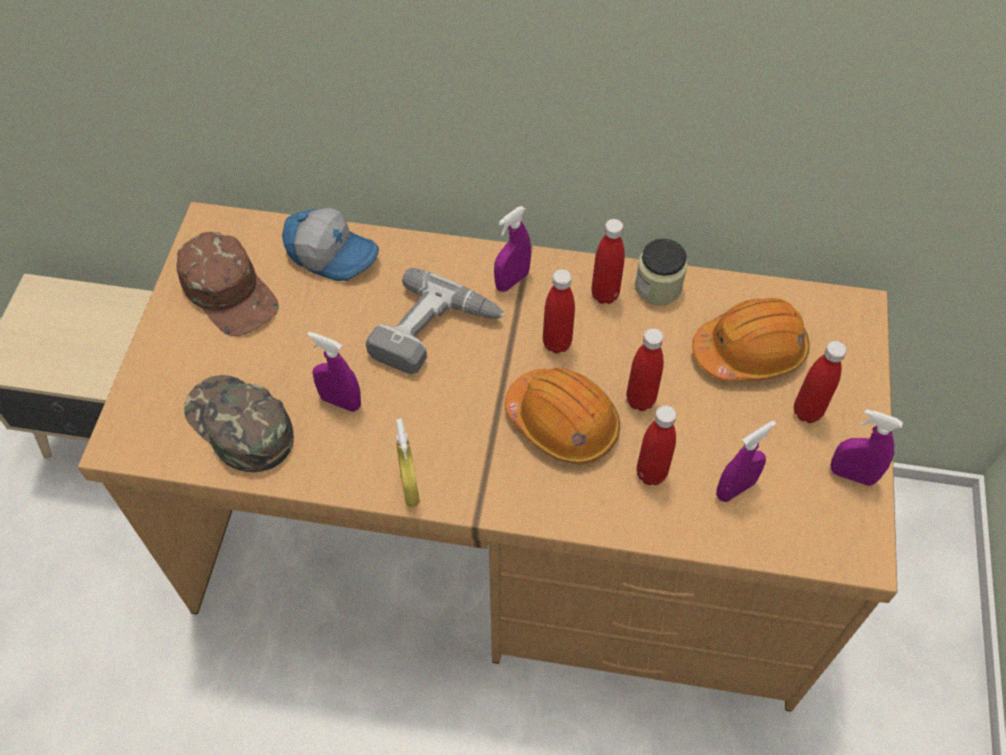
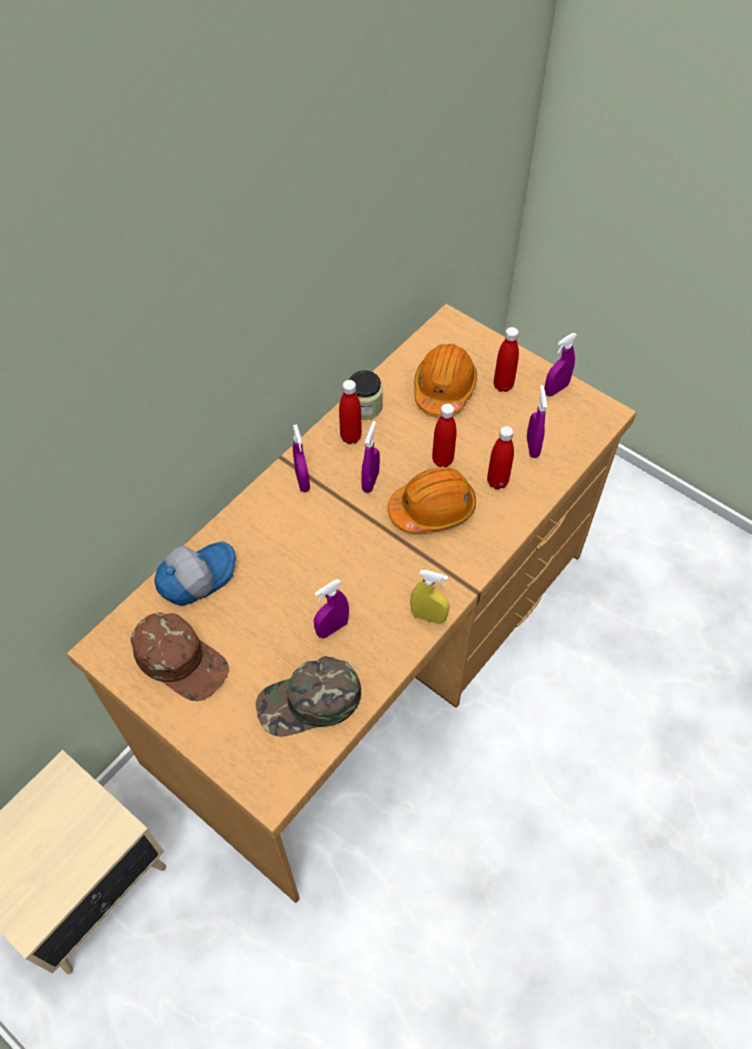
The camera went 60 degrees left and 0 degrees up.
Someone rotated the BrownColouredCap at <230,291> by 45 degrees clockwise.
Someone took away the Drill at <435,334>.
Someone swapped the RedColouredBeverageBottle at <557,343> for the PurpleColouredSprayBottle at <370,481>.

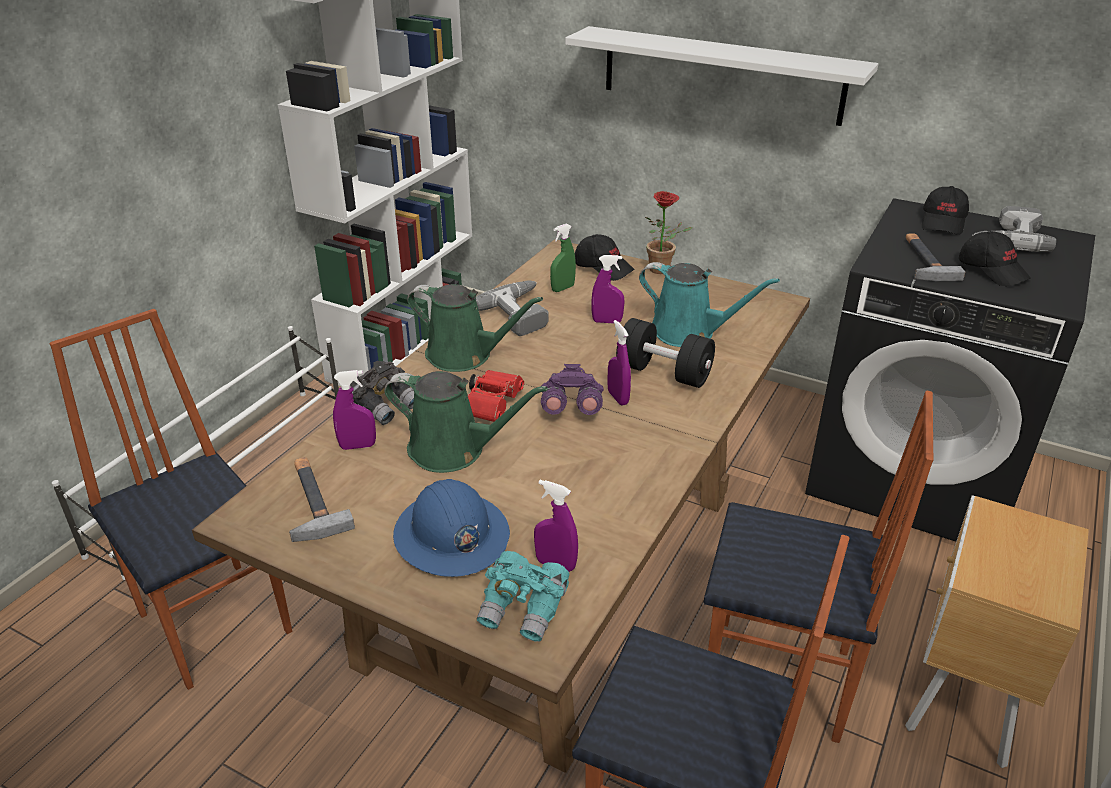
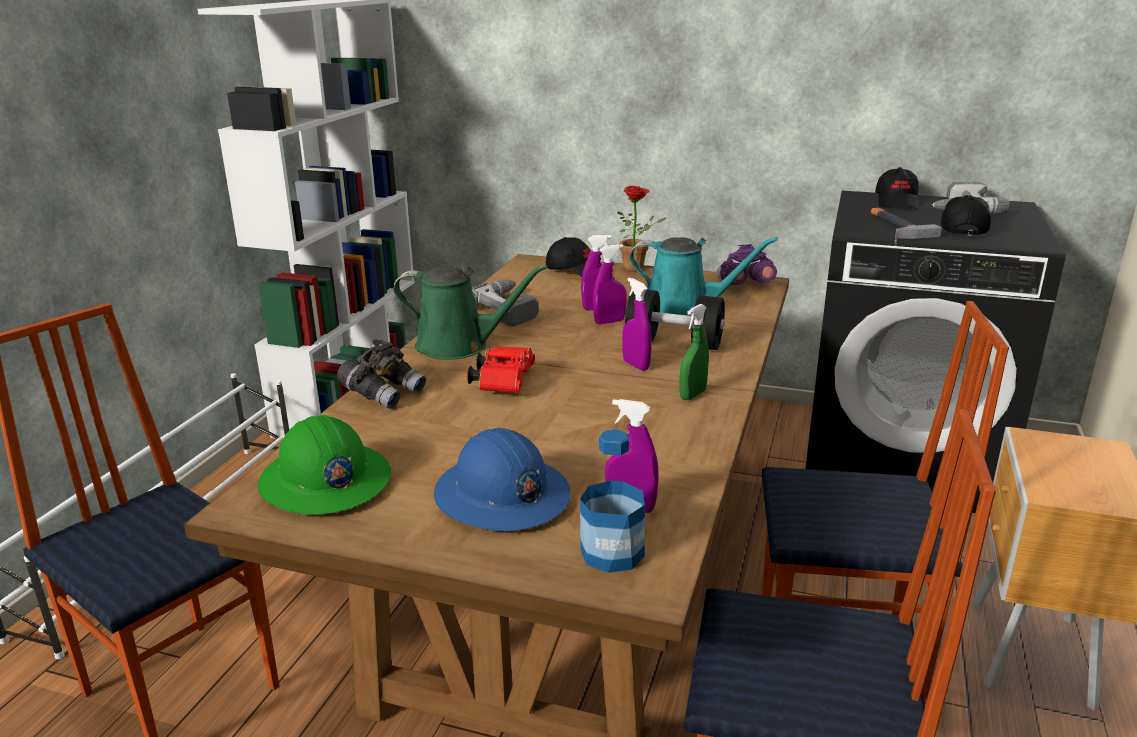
The camera went 10 degrees left and 10 degrees down.
Someone swapped the Hammer at <311,500> for the GreenColouredWorkHelmet at <325,482>.
Someone carried the PurpleColouredSprayBottle from <358,446> to <609,322>.
Someone took away the GreenColouredSprinklingCan at <453,450>.
Someone swapped the TurquoiseColouredBinoculars at <524,610> for the BeverageBottle at <612,552>.
Someone carried the PurpleColouredBinoculars from <570,409> to <743,285>.
Someone carried the GreenColouredSprayBottle from <562,288> to <692,395>.
Someone took away the WhitishBracketShelf at <721,75>.
Someone rotated the BlackishCap at <992,270> by 120 degrees counterclockwise.

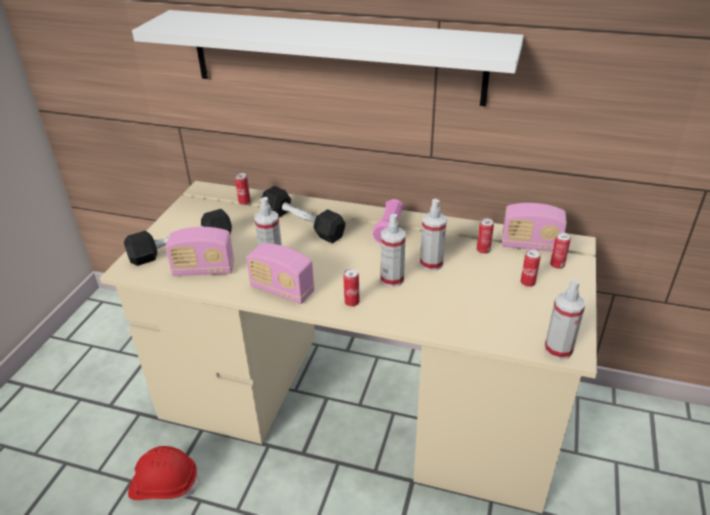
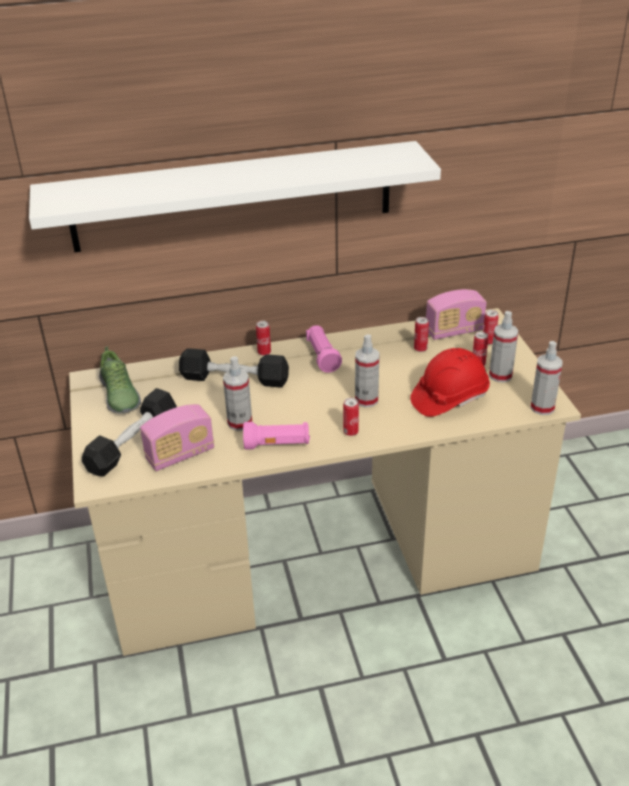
The camera went 30 degrees left and 0 degrees up.
Someone carried the RedColouredWorkHelmet from <164,484> to <449,398>.
Someone carried the SealedCan from <244,202> to <264,352>.
Someone swapped the Radio at <282,290> for the PinkishTorch at <277,445>.
Someone carried the SprayBottle from <431,263> to <500,375>.
Someone put down the ItemOfFootwear at <119,396>.

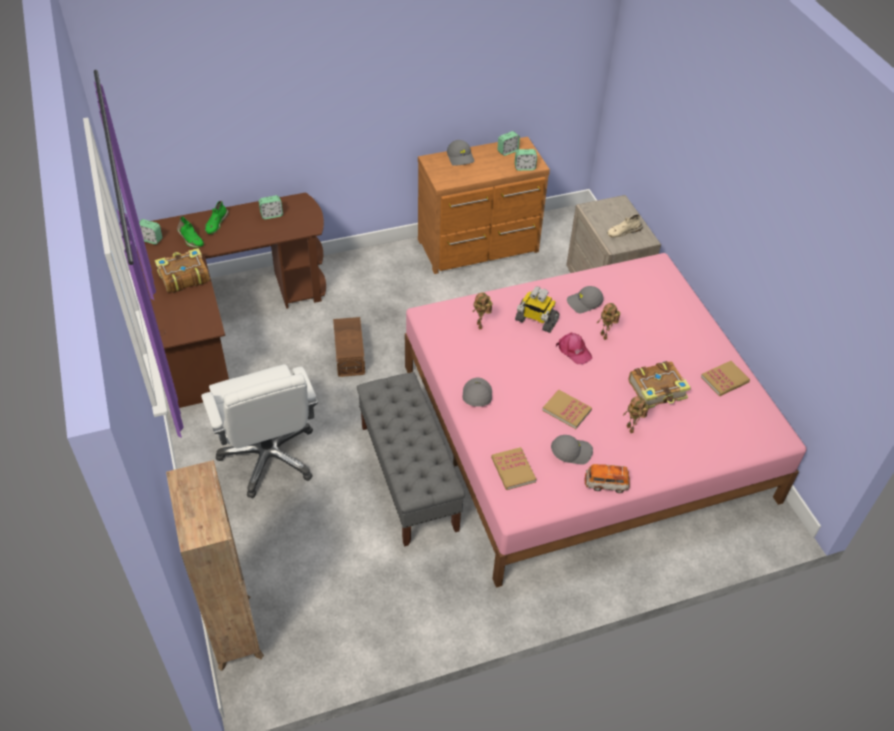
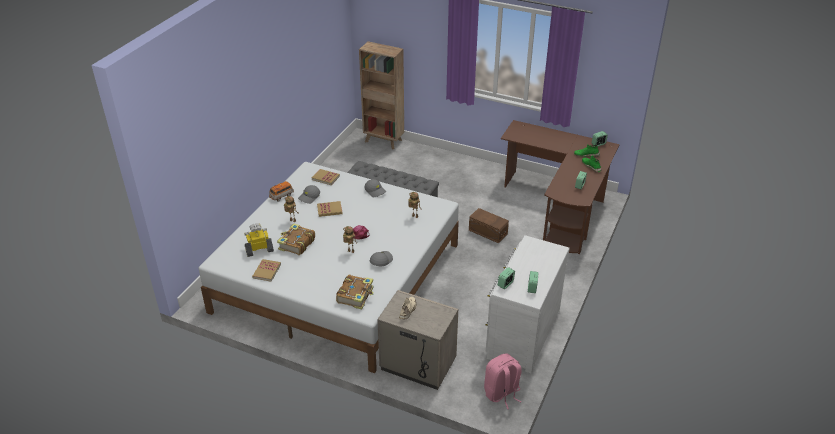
The camera went 135 degrees right and 10 degrees down.
Someone carried the Book from <183,277> to <356,295>.
Someone took away the WhitishComputerChair at <269,457>.
Someone repainted the PinkishBed at <584,432>, which became the WhitishBed at <337,277>.
Someone repainted the BrownColouredDresser at <480,247>, which became the WhitishDresser at <521,333>.
Someone took away the GreyishCap at <460,157>.
Someone carried the ToyRobot from <536,321> to <259,250>.
Someone put down the PinkishBackpack at <502,393>.

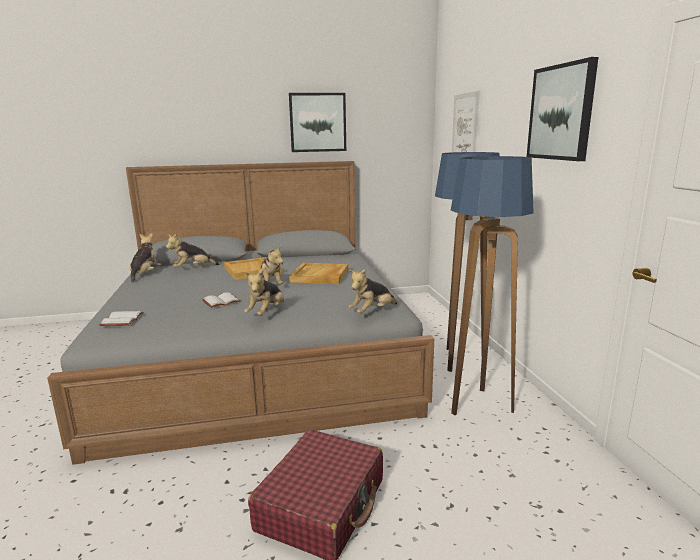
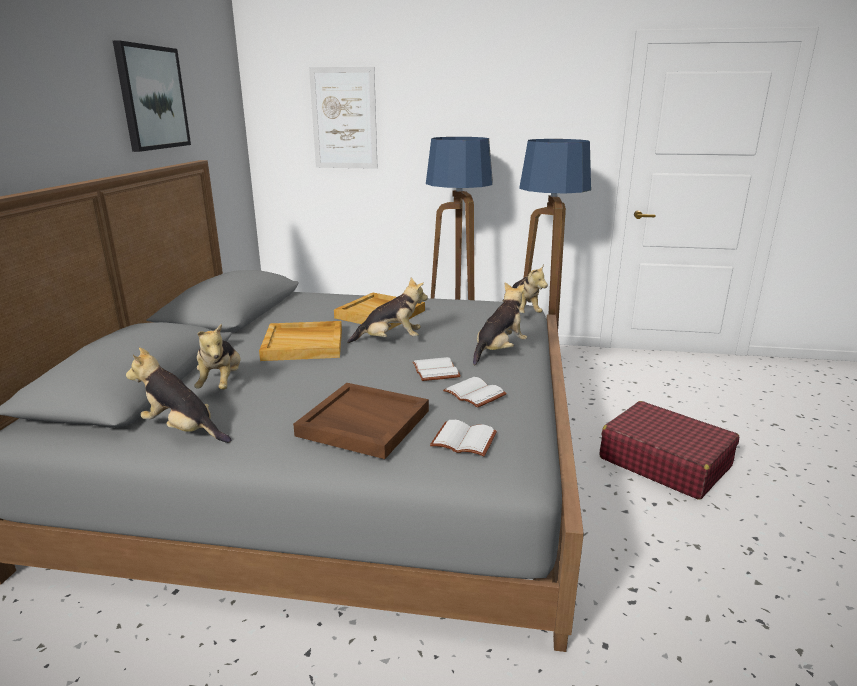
The camera went 70 degrees left and 5 degrees up.
Someone rotated the CuddlyToy at <267,313> by 90 degrees counterclockwise.
Someone took away the Picture at <561,112>.
Someone put down the BrownColouredTray at <362,423>.
Someone put down the WhitishBook at <476,393>.

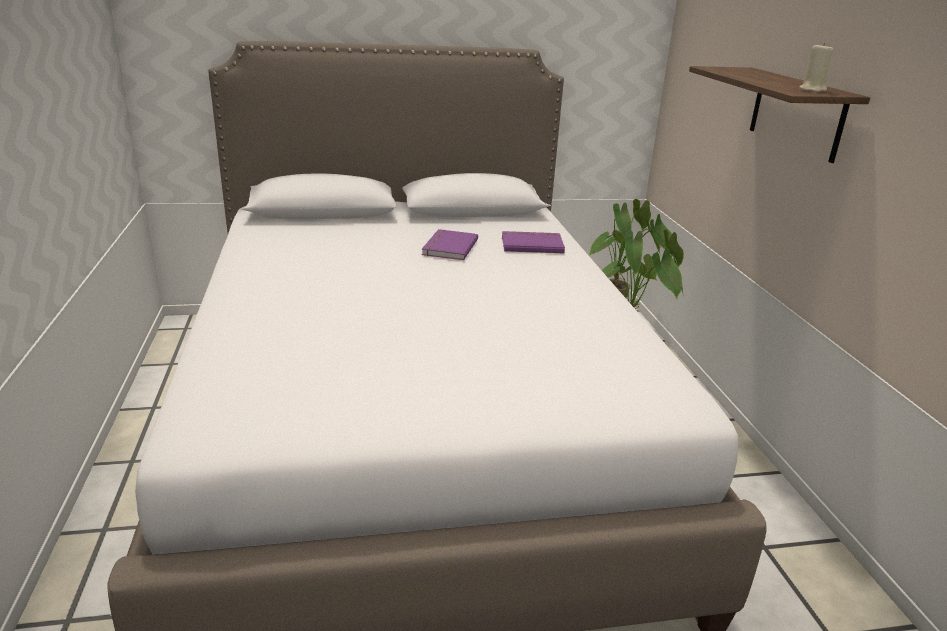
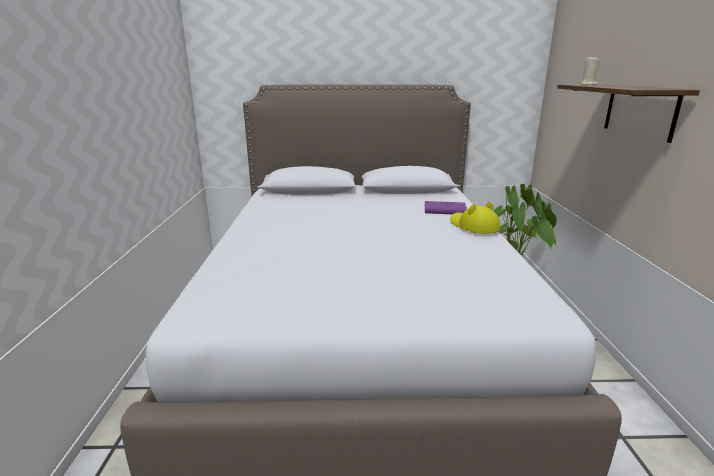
The camera went 10 degrees right and 5 degrees down.
Someone took away the PurpleColouredBook at <448,247>.
Someone carried the BeigeColouredCandle from <812,90> to <588,84>.
Someone put down the YellowWearableHat at <473,226>.

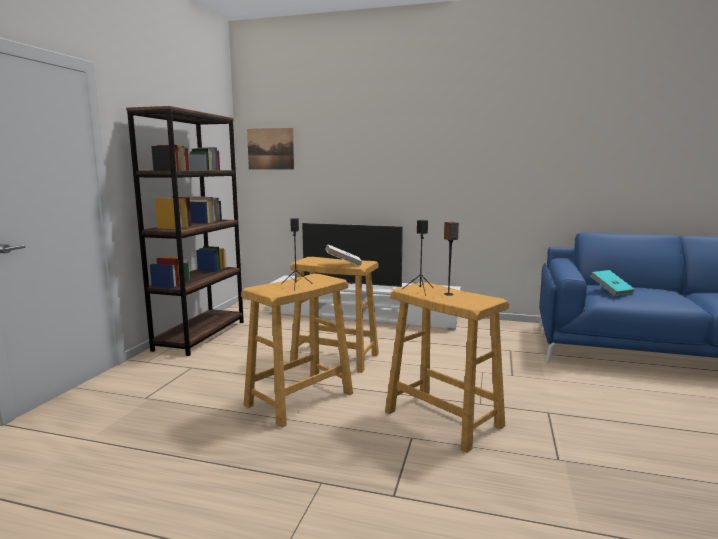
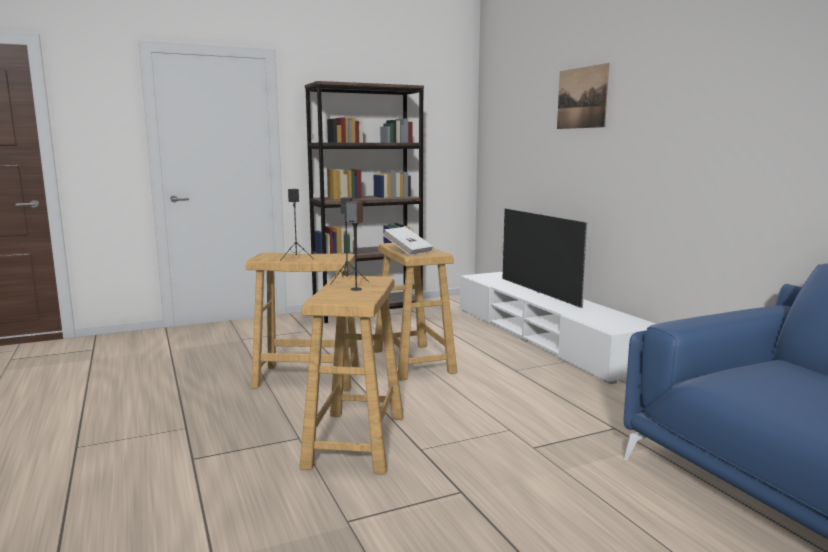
The camera went 50 degrees right and 0 degrees up.
Someone carried the Picture from <270,149> to <582,98>.
Someone took away the TurquoiseColouredBook at <611,291>.

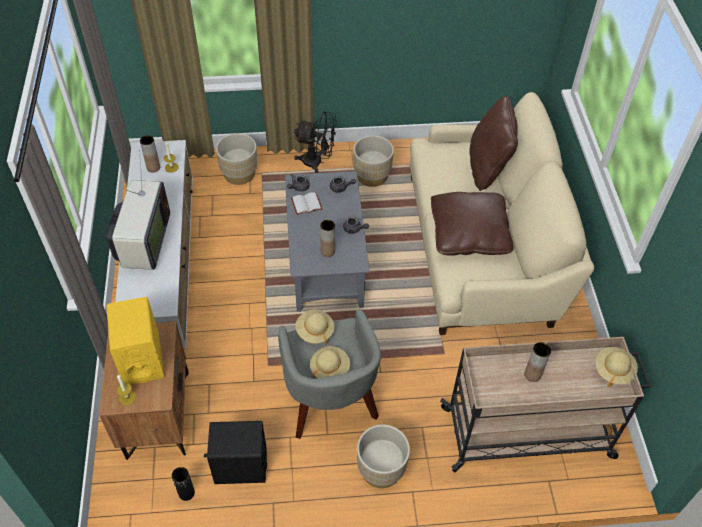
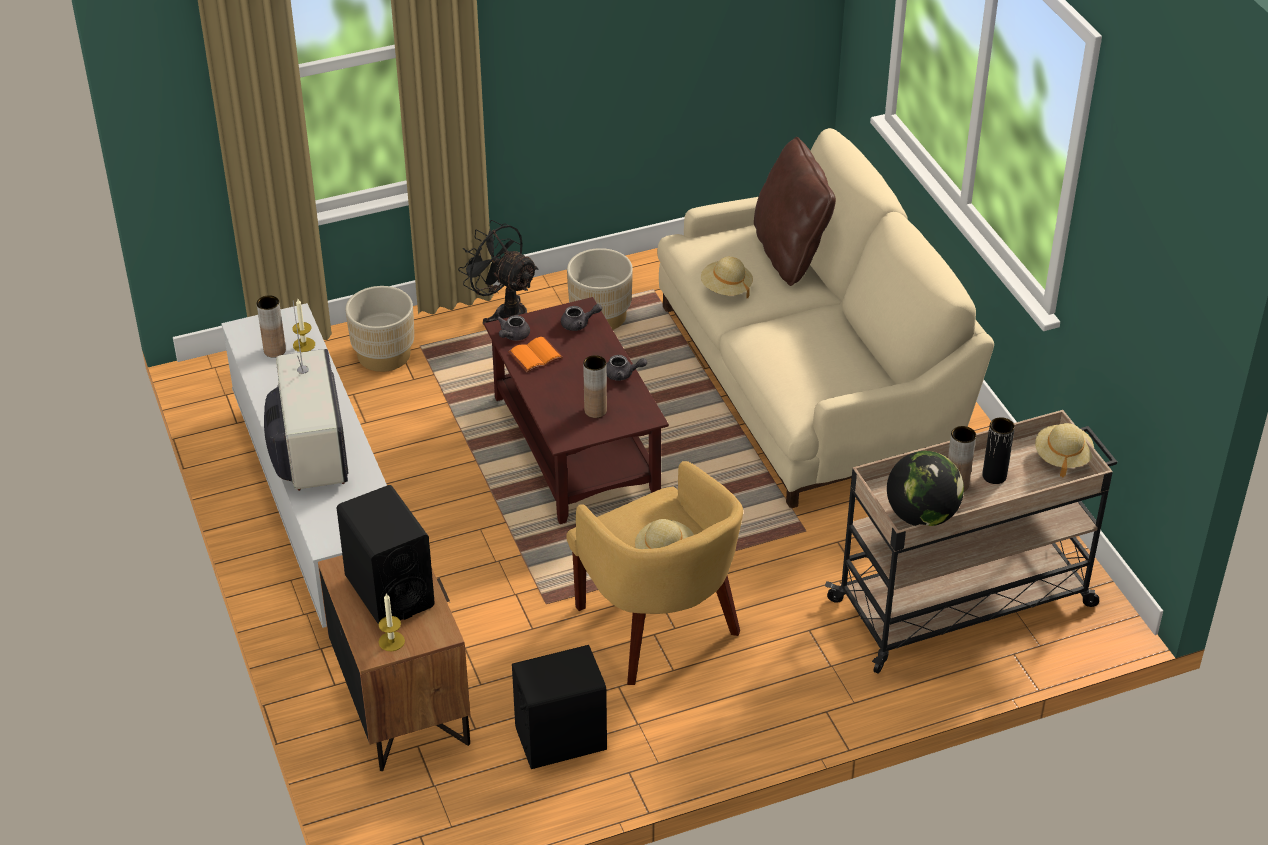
The camera went 15 degrees left and 10 degrees down.
Someone repainted the YellowAudioSpeaker at <141,359>, which became the BlackishAudioSpeaker at <389,591>.
Someone carried the BlackishFlowerVase from <186,493> to <994,476>.
Someone repainted the GreyishArmchair at <329,400>, which became the YellowArmchair at <658,627>.
Someone repainted the GreyishCoffeeTable at <326,261>, which became the BrownColouredCoffeeTable at <577,448>.
Someone repainted the WhitishBook at <306,203>, which became the OrangeColouredBook at <535,355>.
Someone rotated the BlackishFan at <317,162> by 135 degrees counterclockwise.
Someone carried the BeigeColouredWearableHat from <315,331> to <726,288>.
Someone took away the BeigeColouredPlantPot at <381,469>.
Someone took away the BrownColouredPillow at <469,233>.
Someone put down the WorldGlobe at <921,516>.

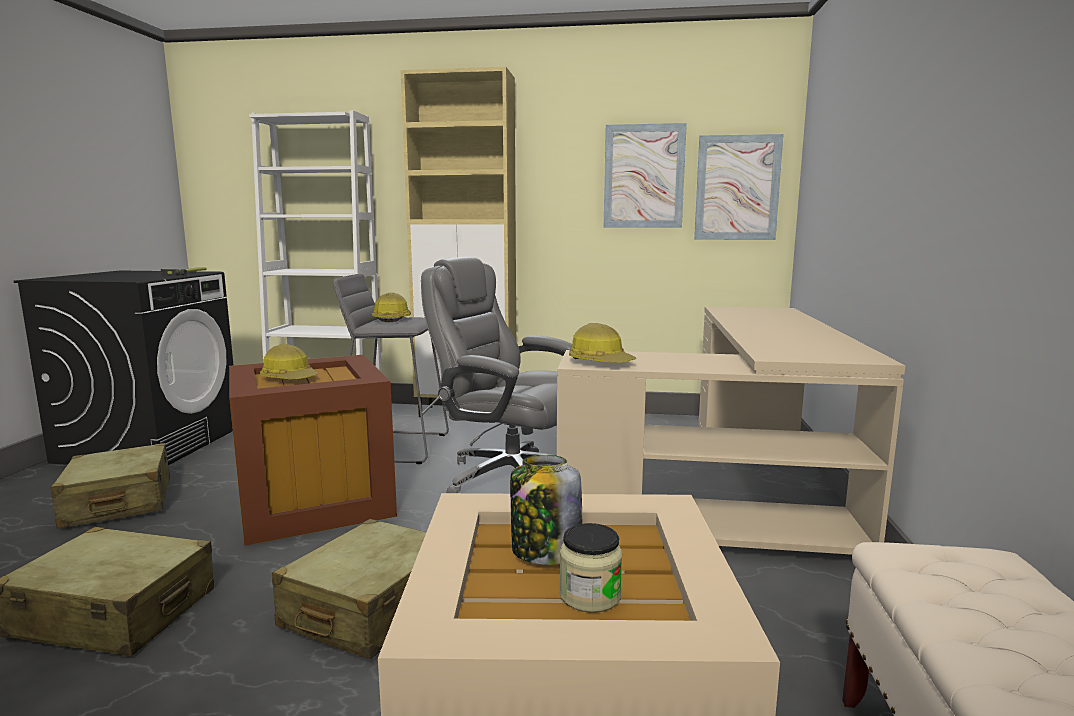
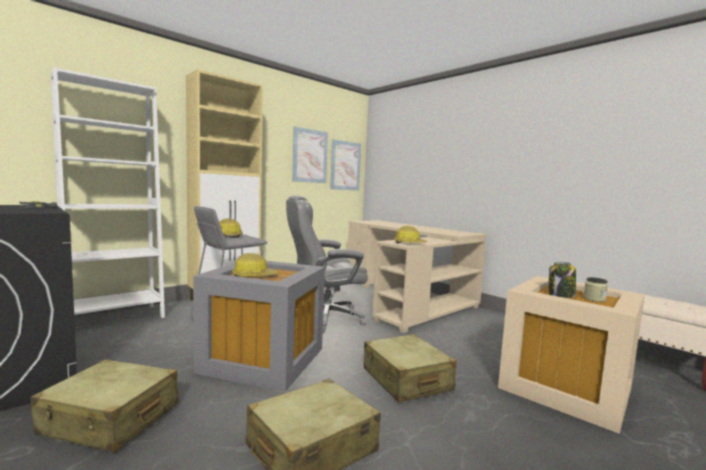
The camera went 50 degrees left and 5 degrees down.
Someone repainted the BrownColouredStorageContainer at <317,501>, which became the GreyishStorageContainer at <262,359>.

